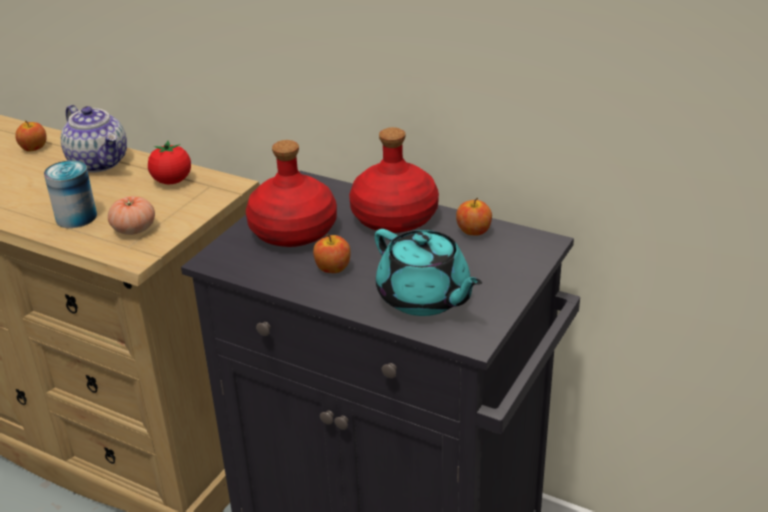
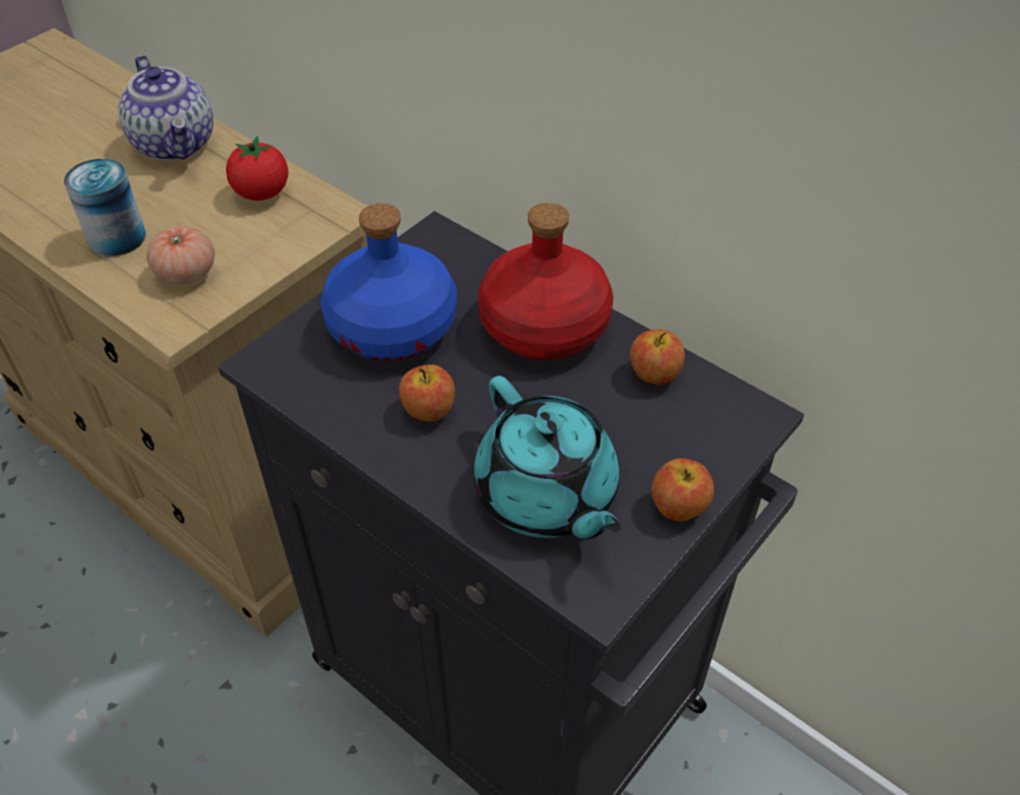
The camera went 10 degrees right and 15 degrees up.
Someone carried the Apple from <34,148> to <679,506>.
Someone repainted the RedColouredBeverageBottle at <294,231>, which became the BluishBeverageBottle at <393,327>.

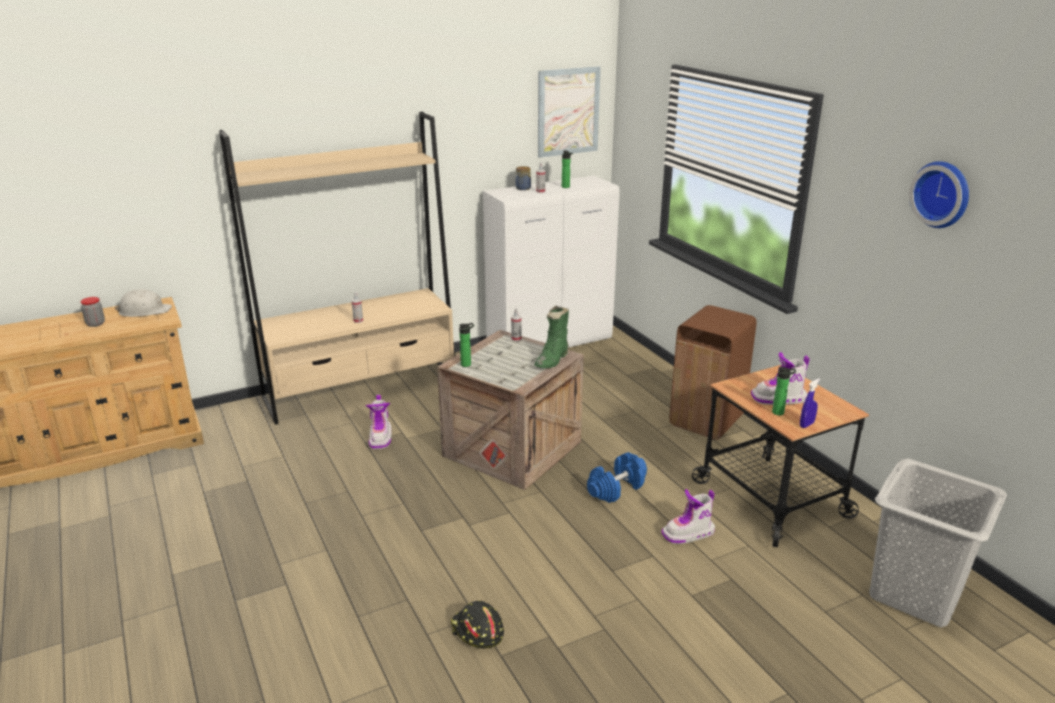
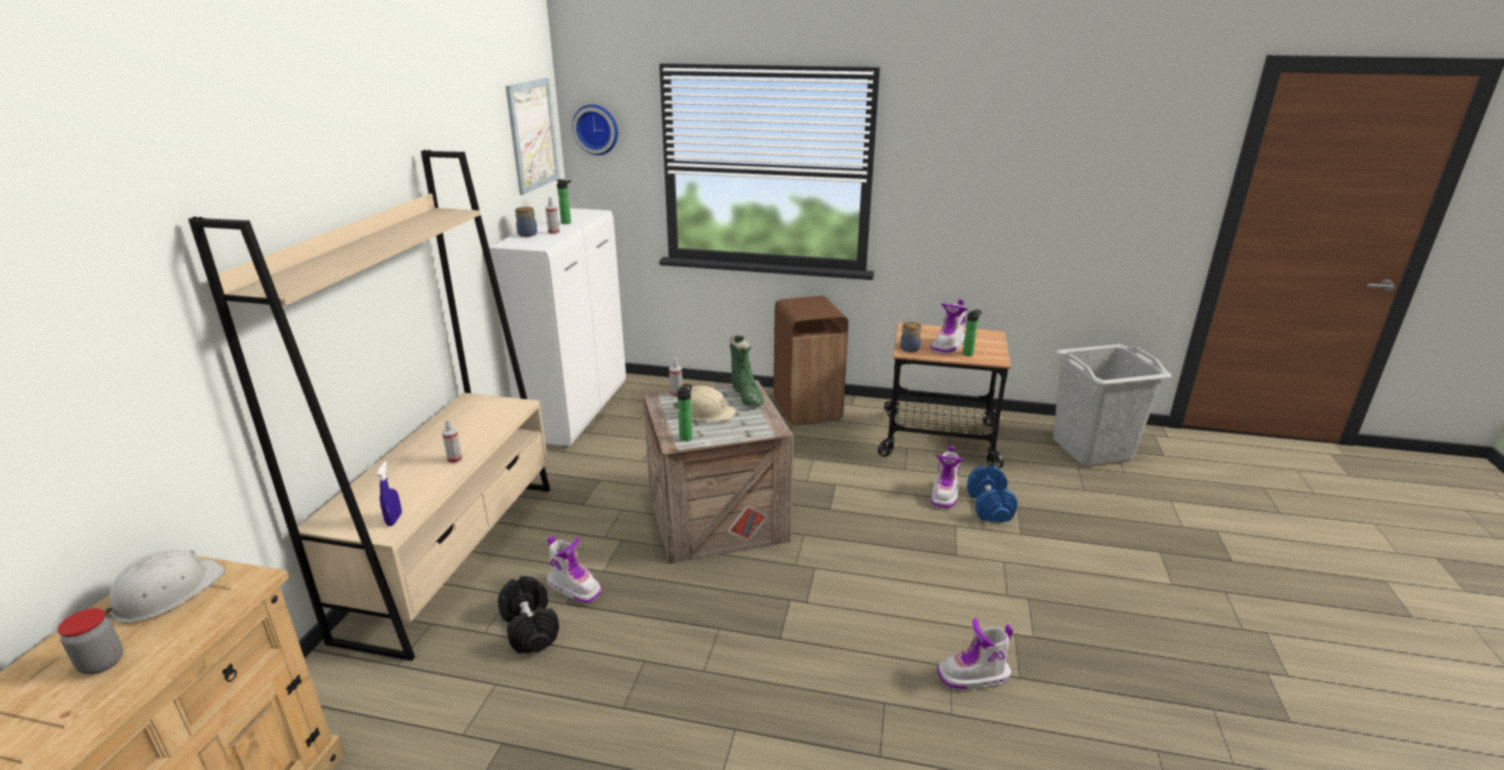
The camera went 50 degrees left and 0 degrees up.
Someone swapped the BlackishWorkHelmet at <477,631> for the HighTopBoot at <974,676>.
Someone carried the BluishFreeWeight from <616,489> to <989,506>.
Someone carried the BluishSprayBottle from <806,425> to <394,519>.
Someone carried the HangingClock from <942,194> to <596,129>.
Someone put down the BlackishFreeWeight at <530,627>.
Someone put down the BeigeColouredWorkHelmet at <705,412>.
Someone put down the Jar at <909,349>.

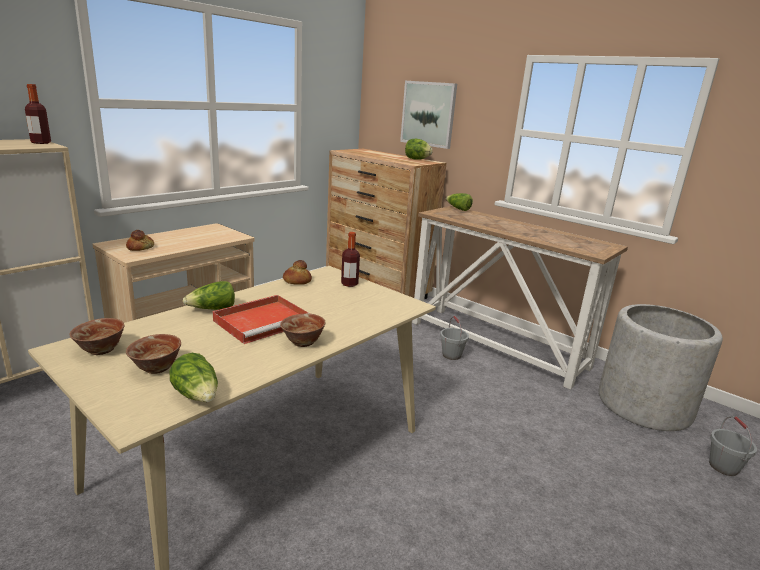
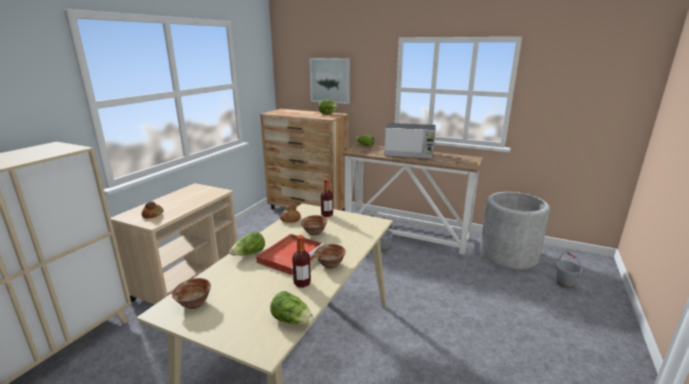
The camera went 15 degrees left and 0 degrees up.
Someone carried the BeverageBottle from <41,143> to <302,283>.
Someone carried the Bowl from <156,368> to <314,233>.
Someone put down the MicrowaveOven at <409,154>.

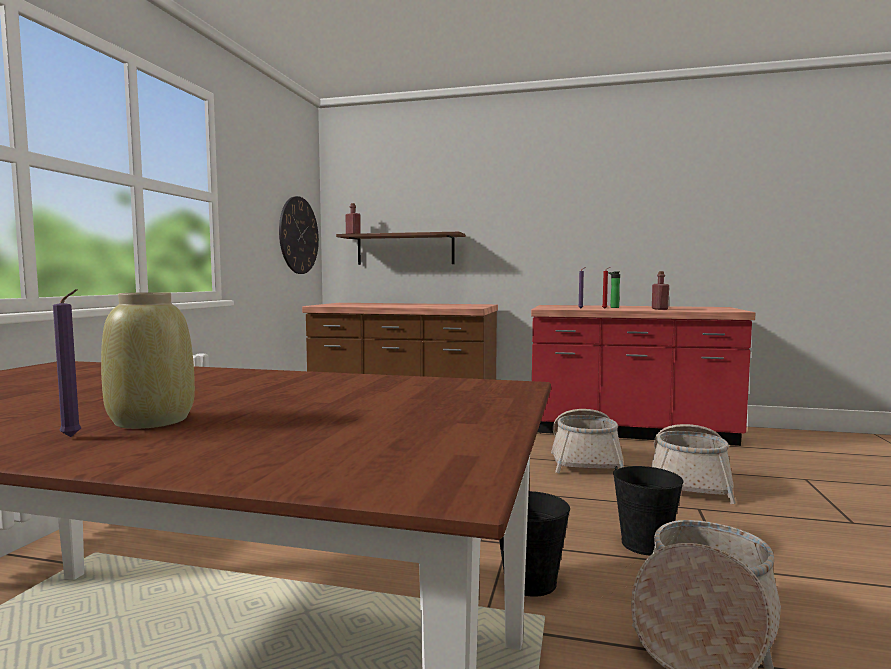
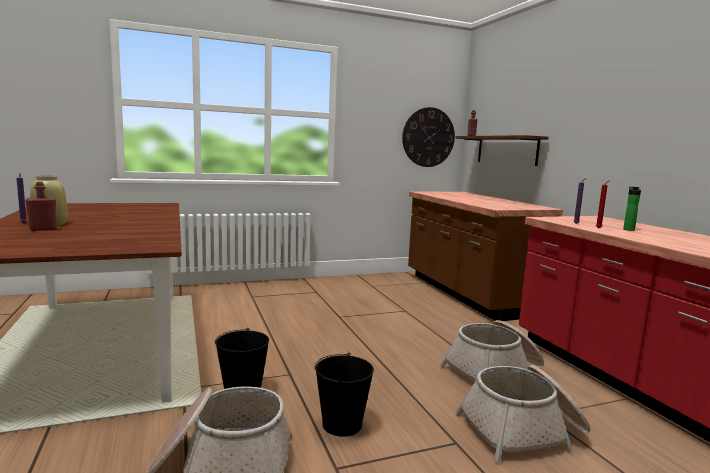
The camera went 55 degrees right and 5 degrees up.
Someone carried the RedColouredBeverageBottle from <659,309> to <43,229>.

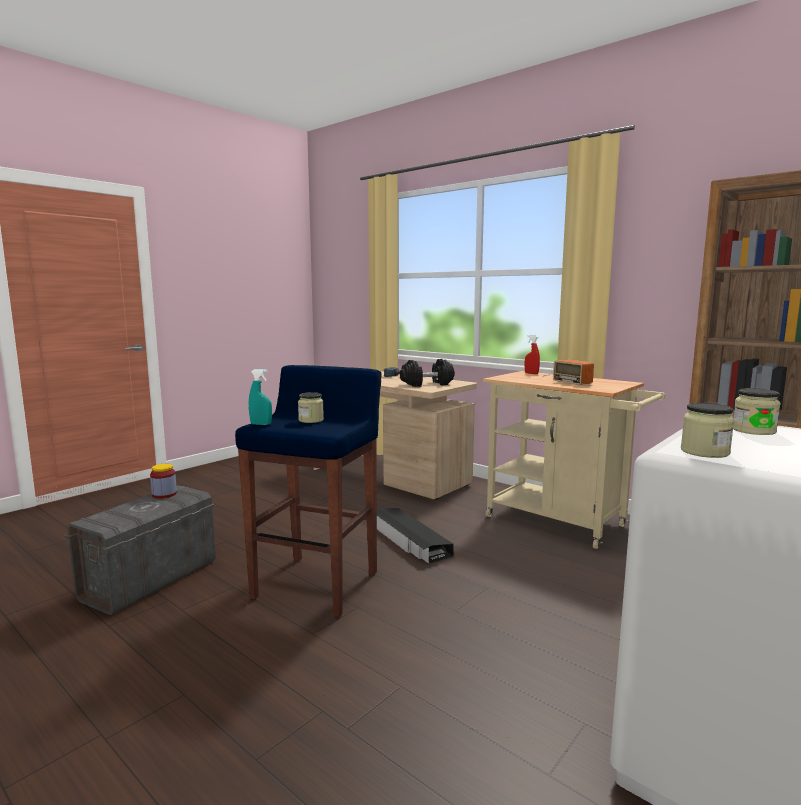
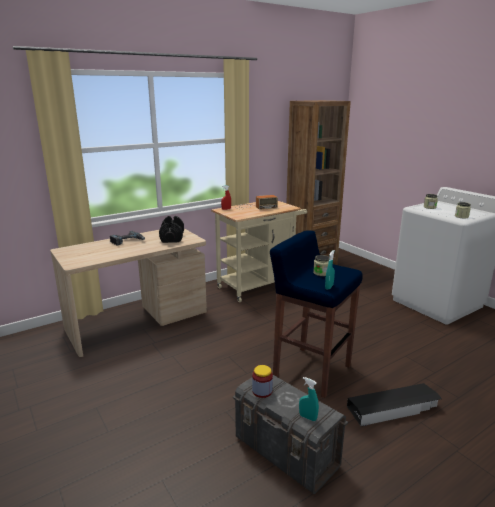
The camera went 75 degrees left and 10 degrees up.
Someone carried the BlackishStorageContainer from <409,540> to <393,408>.
Someone put down the TurquoiseColouredSprayBottle at <307,417>.

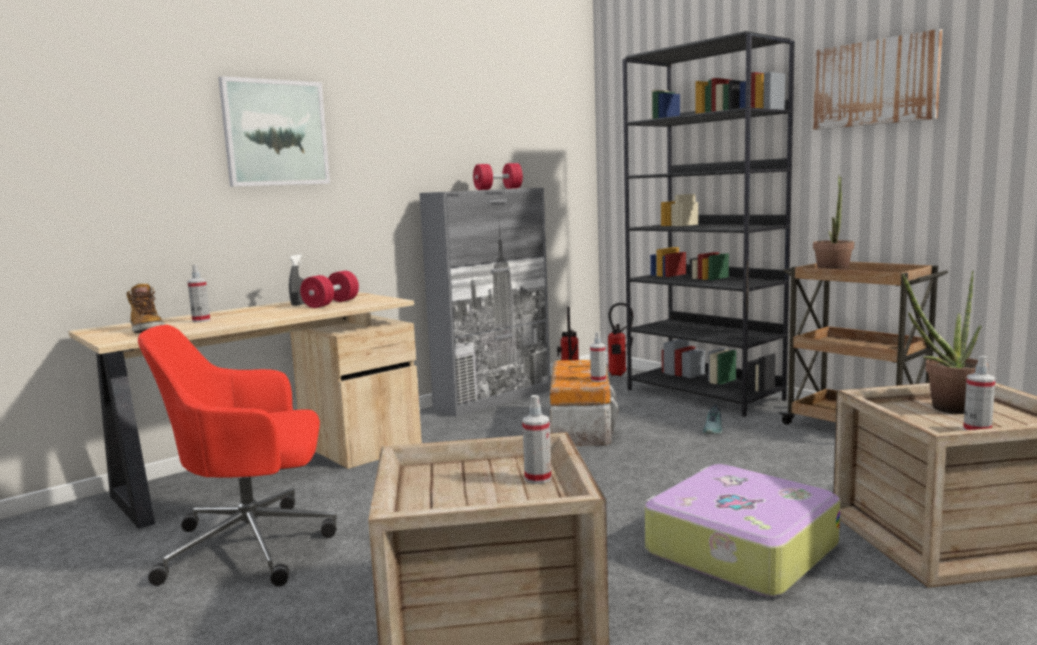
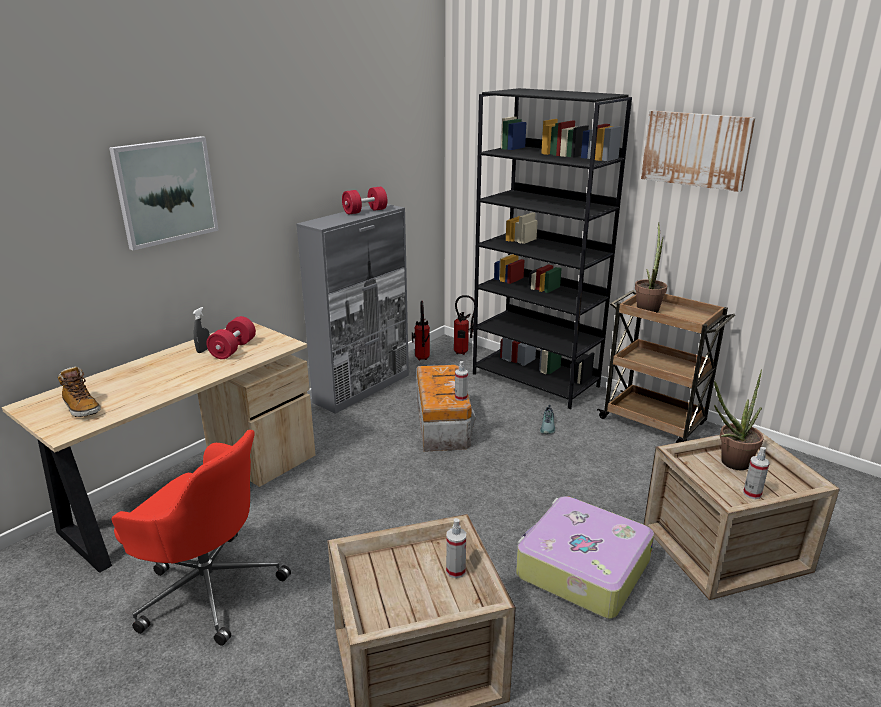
The camera went 10 degrees left and 15 degrees up.
Someone rotated the RedColouredComputerChair at <254,545> by 135 degrees counterclockwise.
Someone took away the SprayBottle at <201,320>.

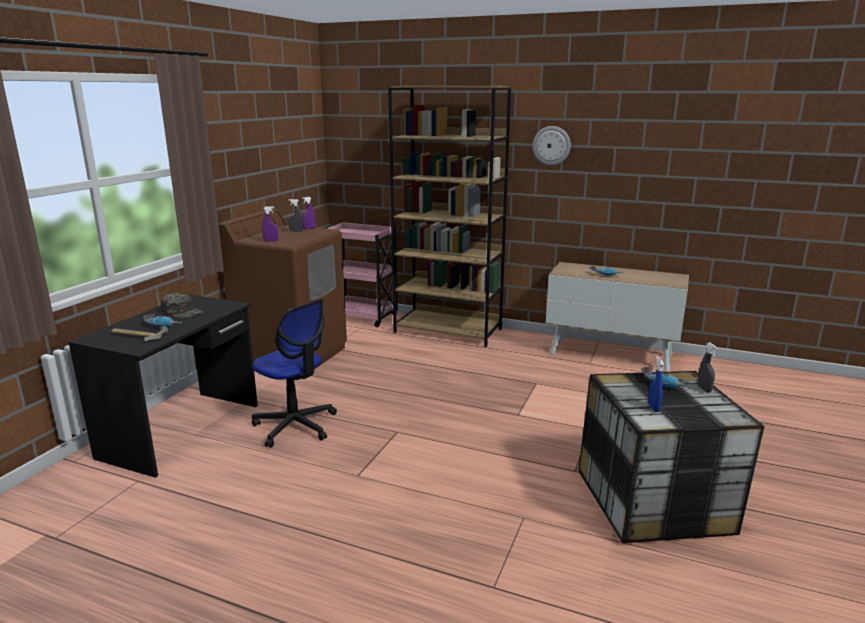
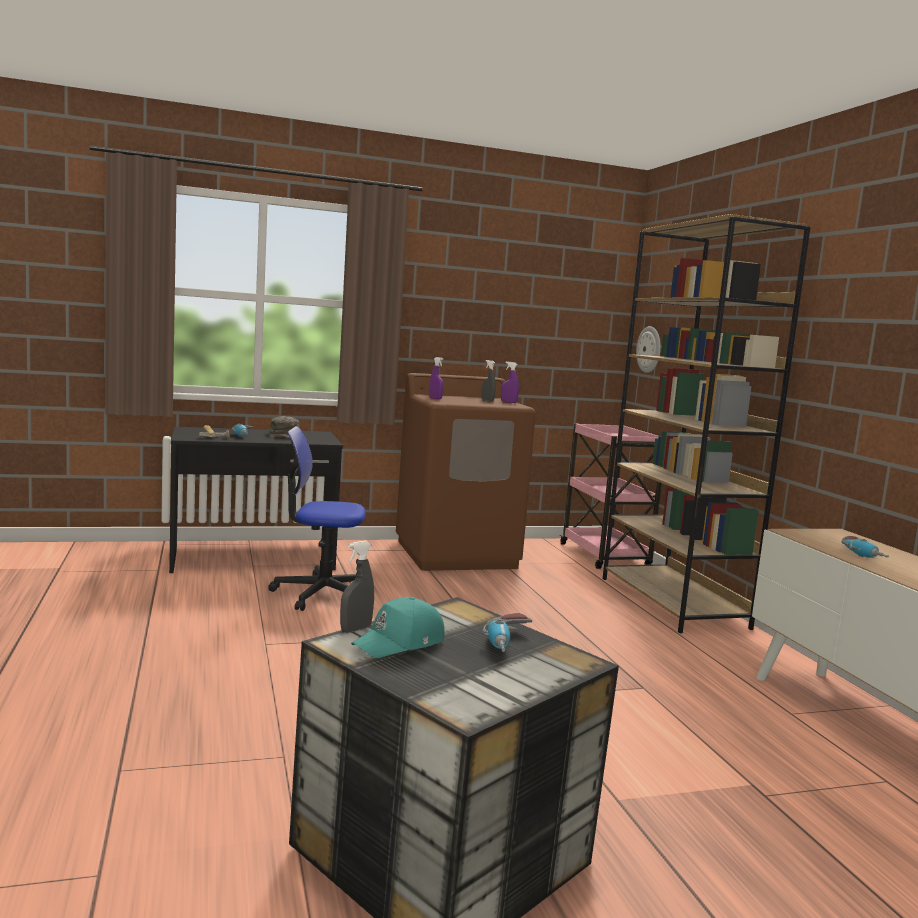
The camera went 50 degrees right and 10 degrees down.
Someone rotated the ComputerChair at <295,426> by 90 degrees clockwise.
Someone carried the HangingClock from <551,145> to <649,349>.
Someone swapped the BluishSprayBottle at <653,407> for the TurquoiseColouredCap at <400,643>.
Someone carried the GreyishSprayBottle from <704,389> to <355,629>.

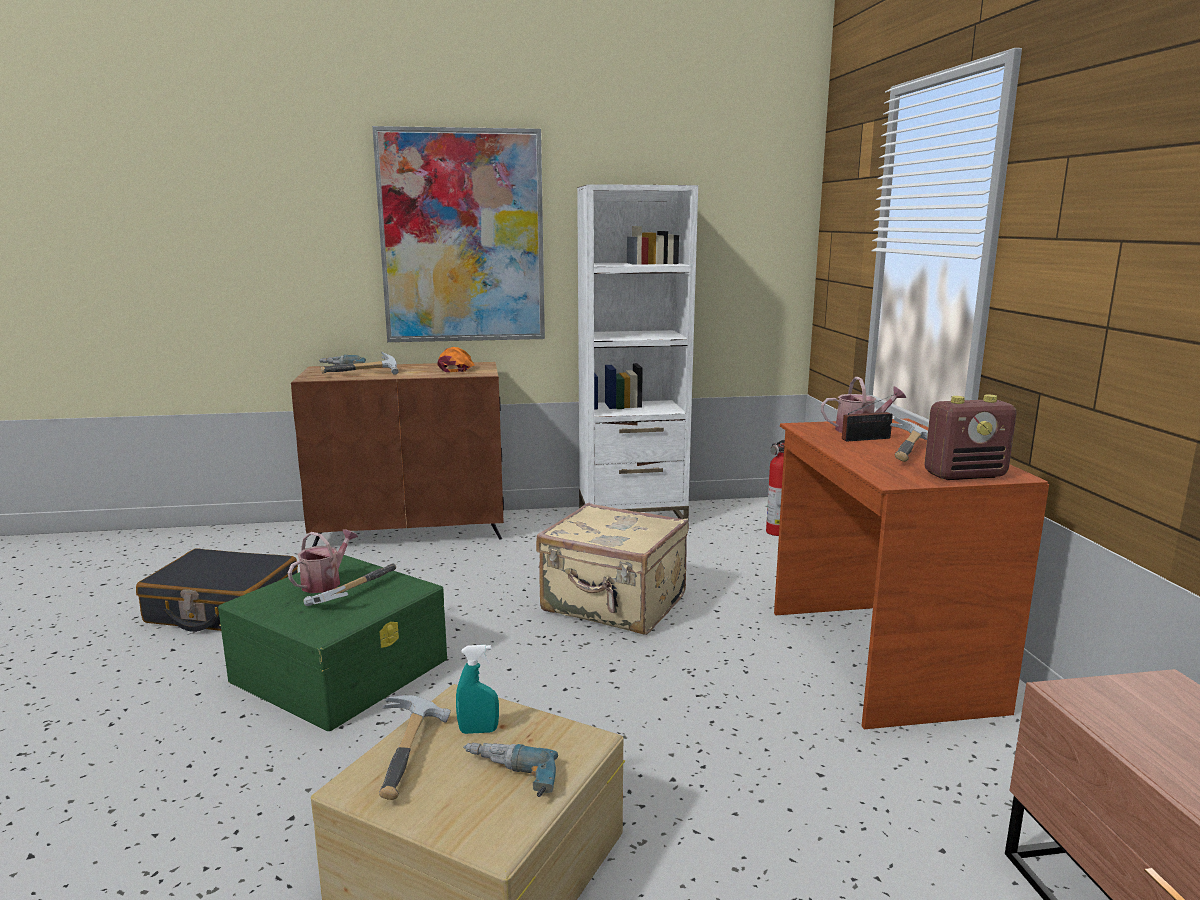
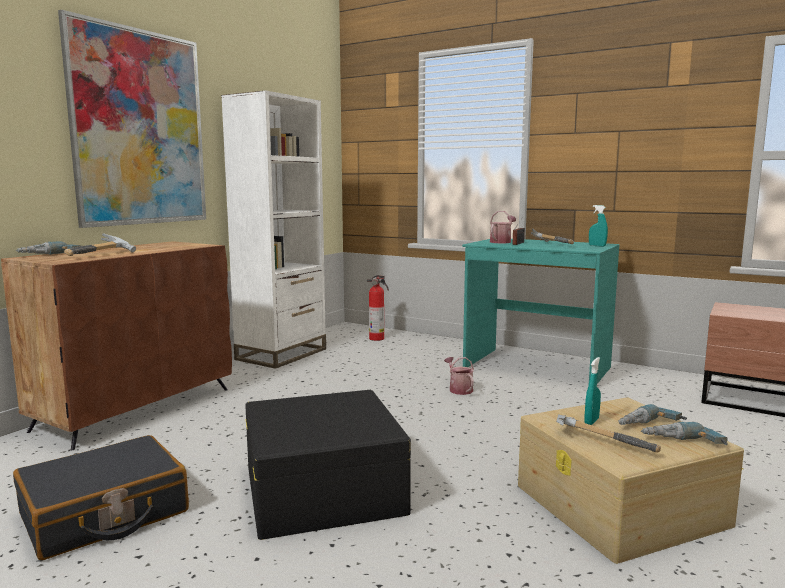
The camera went 50 degrees left and 5 degrees down.
Someone repainted the GreenColouredStorageContainer at <342,669>, which became the BlackishStorageContainer at <323,488>.
Someone carried the SprinklingCan from <325,582> to <459,389>.
Someone took away the Hammer at <351,593>.
Someone took away the OrangeColouredCap at <457,369>.
Someone took away the BeigeColouredTravelCase at <614,605>.
Someone repainted the BrownColouredDesk at <877,658>, which became the TurquoiseColouredDesk at <536,368>.
Someone swapped the Radio at <965,475> for the TurquoiseColouredSprayBottle at <597,246>.
Someone put down the Drill at <683,444>.

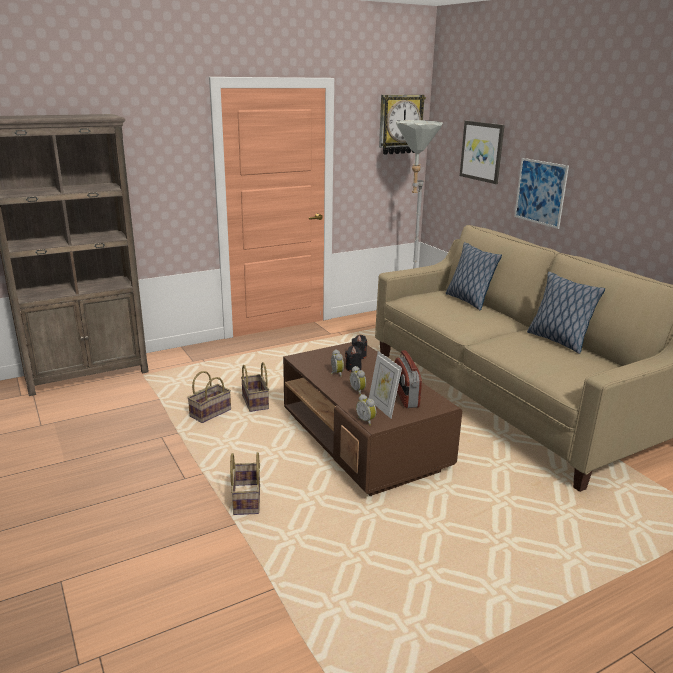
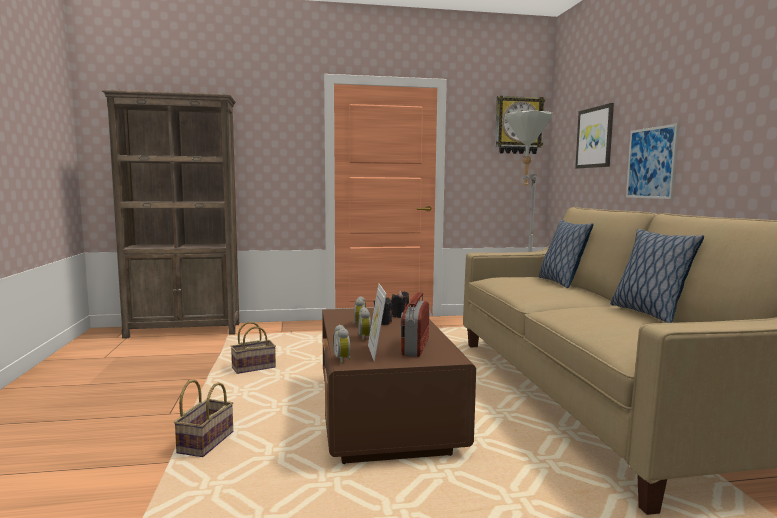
The camera went 20 degrees right and 15 degrees down.
Someone took away the HouseholdBasket at <256,402>.

